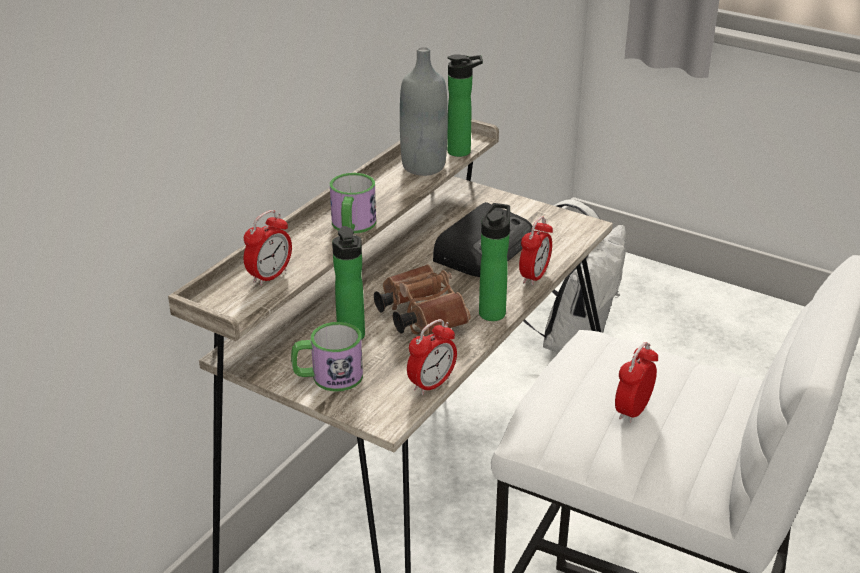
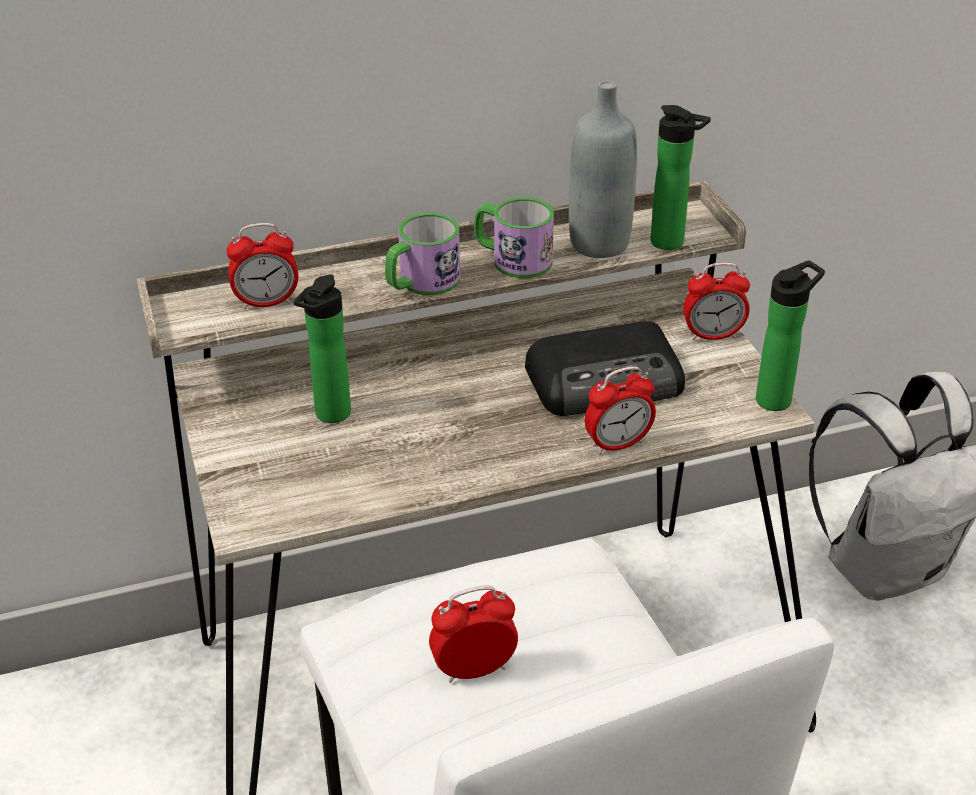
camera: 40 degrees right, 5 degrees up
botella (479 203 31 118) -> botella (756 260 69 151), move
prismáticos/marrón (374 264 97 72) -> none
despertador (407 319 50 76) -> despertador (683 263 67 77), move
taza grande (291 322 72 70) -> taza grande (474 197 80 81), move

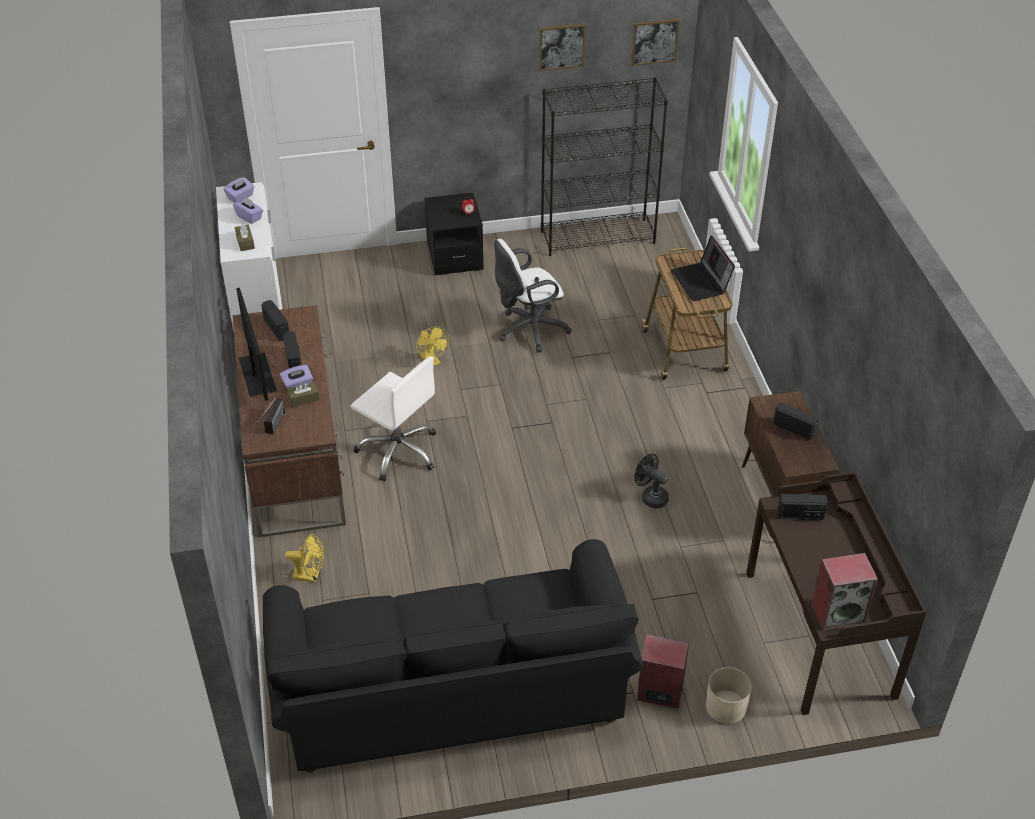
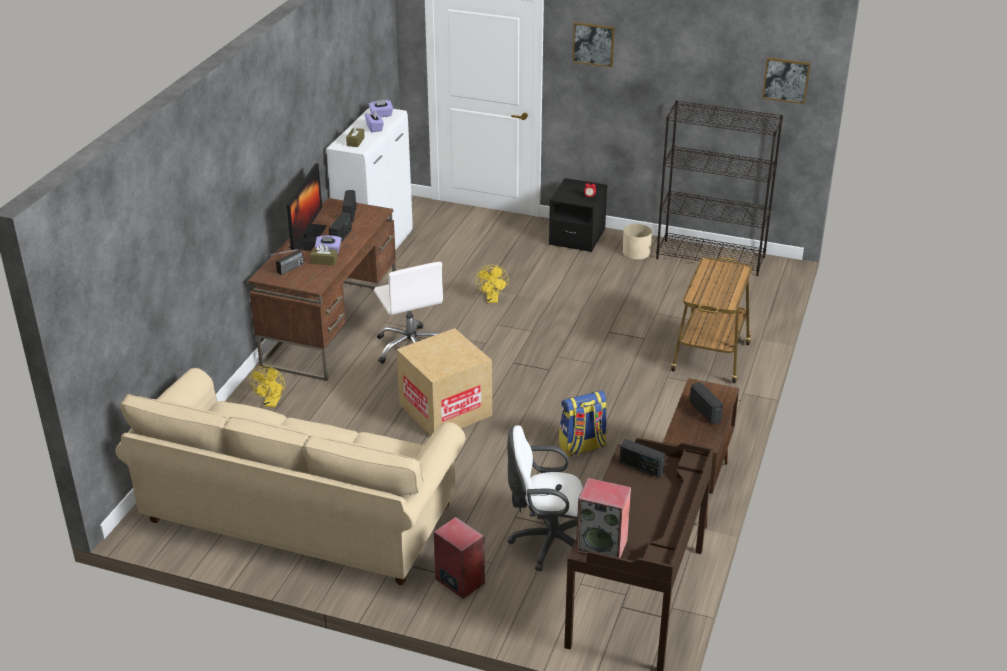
camera: 30 degrees right, 10 degrees down
cuadro (539 24 47 47) -> cuadro (572 22 43 45), move
portátil (671 236 64 65) -> none
silla de oficina/blanco (494 239 78 114) -> silla de oficina/blanco (507 425 76 146), move
ventilador/negro (634 454 35 54) -> mochila (559 391 48 66)
ventilador/amarillo (285 534 39 48) -> ventilador/amarillo (249 366 36 42), 60 degrees clockwise
sofá/negro (263 539 380 234) -> sofá/beis (115 368 351 217)
maceta/beis (706 667 46 57) -> maceta/beis (623 224 29 36), move
none -> caja de cartón (397 328 95 107)

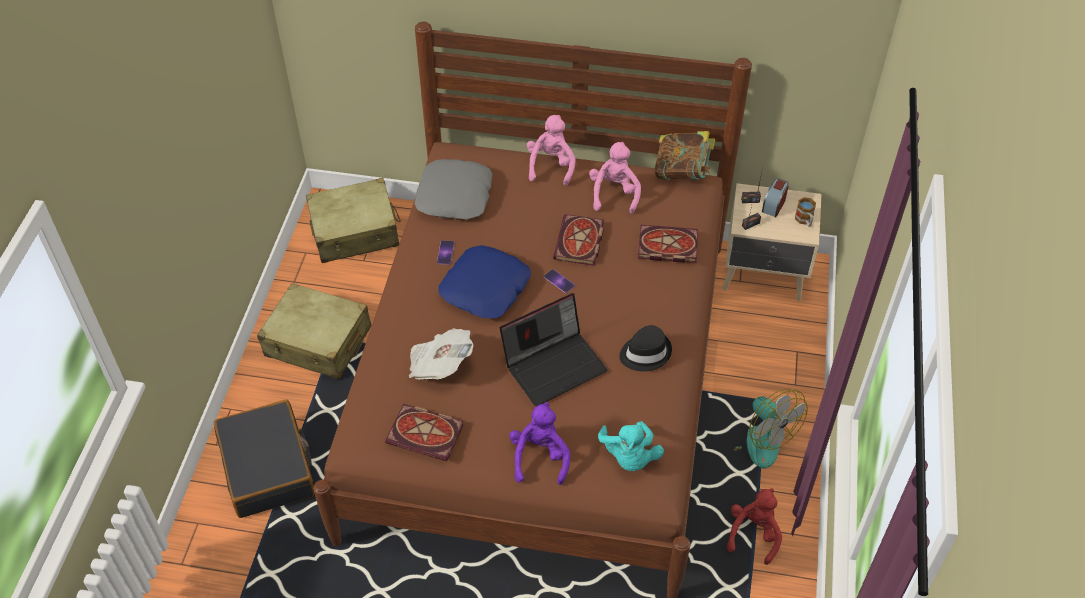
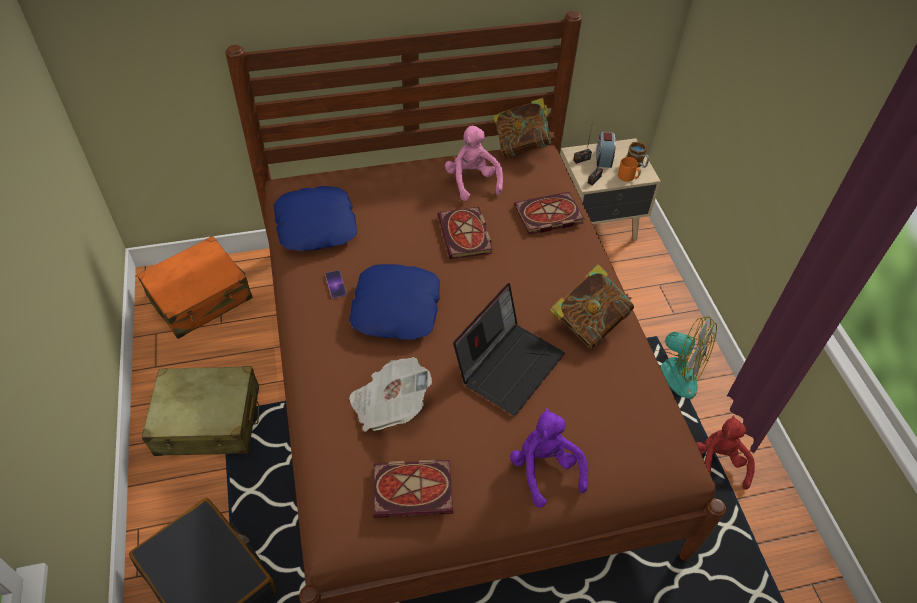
camera: 25 degrees left, 0 degrees up
peluche/rosa (527 115 49 71) -> none
cojín/gris (414 159 78 60) -> cojín/azul (273 186 84 65)
maleta/beis (306 178 95 85) -> maleta/naranja (137 236 116 103)
móvil (544 269 31 24) -> none
sombrero/negro (619 325 53 47) -> libro (549 264 85 85)
peluche/turquesa (598 421 66 50) -> none
none -> taza grande/naranja (618 157 23 25)

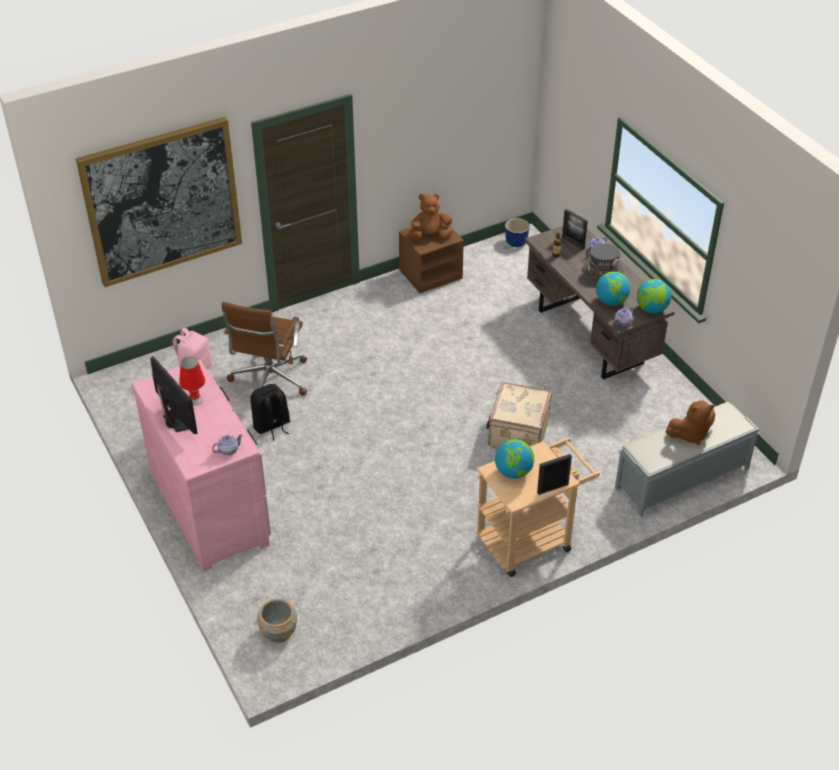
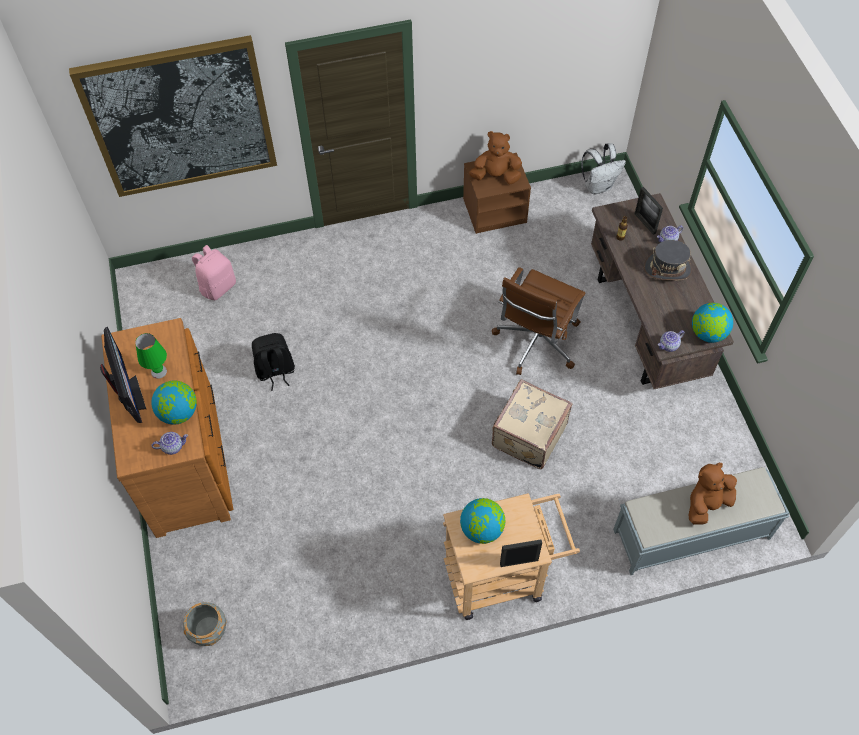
camera: 15 degrees right, 15 degrees up
maceta (505 218 25 29) -> mochila/blanco (582 143 44 51)
globo terráqueo (596 272 34 34) -> globo terráqueo (151 381 46 44), move
silla de oficina/marrón (222 302 85 94) -> silla de oficina/marrón (492 267 93 108), move
lámpara de mesa/rojo (179 357 26 48) -> lámpara de mesa/verde (135 333 32 46)
cómoda/rosa (132 360 139 212) -> cómoda/marrón (101 318 132 220)
peluche/marrón (666 400 49 45) -> peluche/marrón (688 463 49 62), 150 degrees clockwise

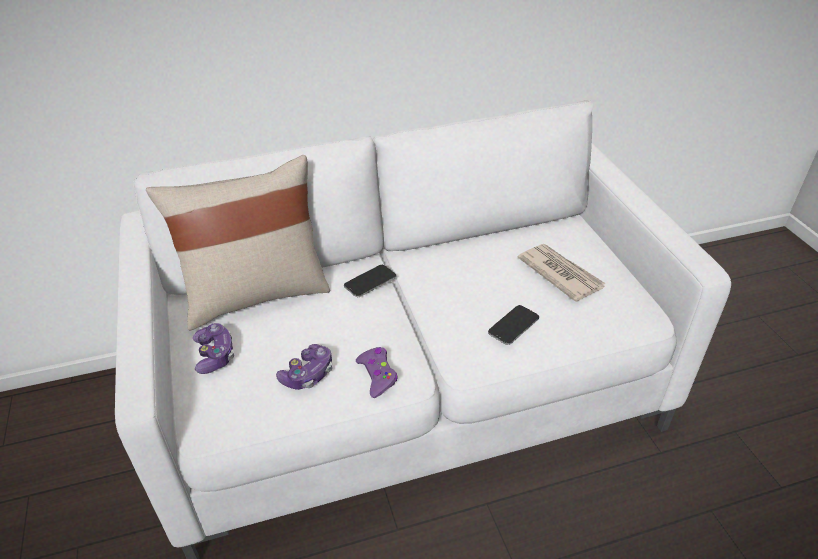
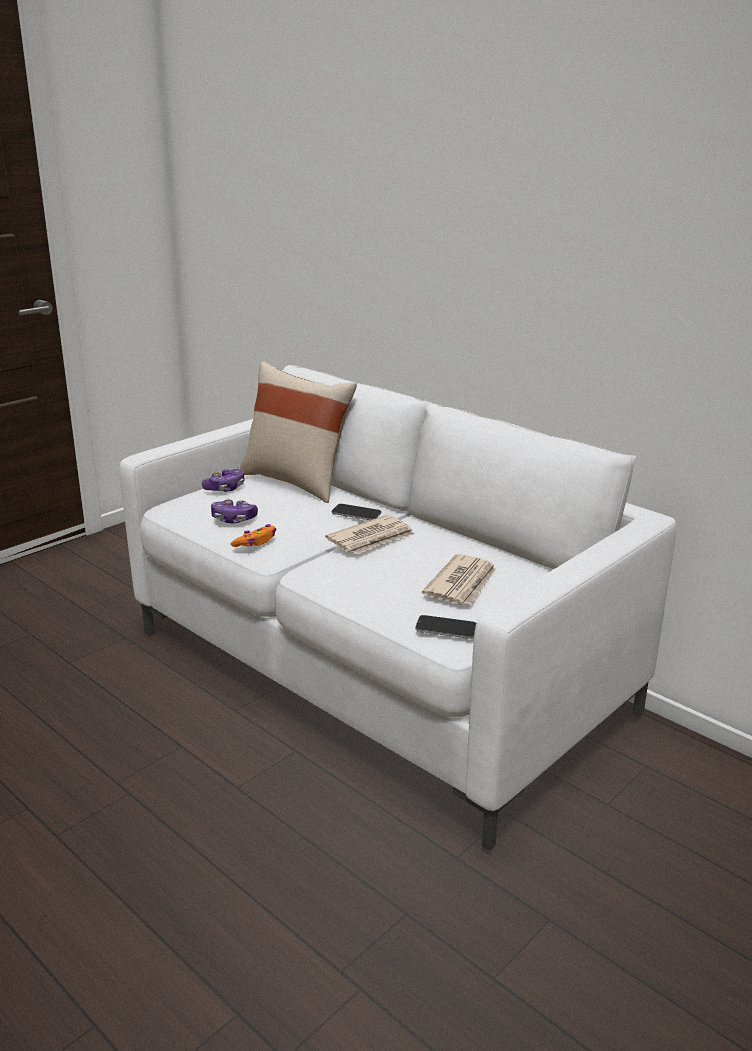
camera: 60 degrees right, 15 degrees down
móvil (488 305 51 40) -> móvil (415 615 61 24), move
mando de consola/morado (356 347 42 51) -> mando de consola/naranja (230 524 46 23)
none -> periódico (325 515 90 39)

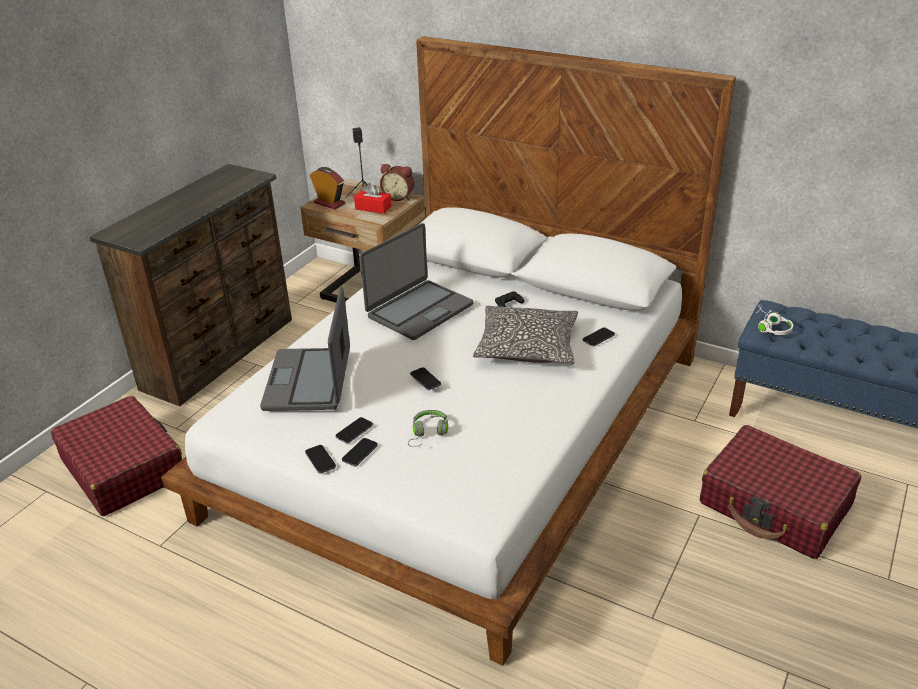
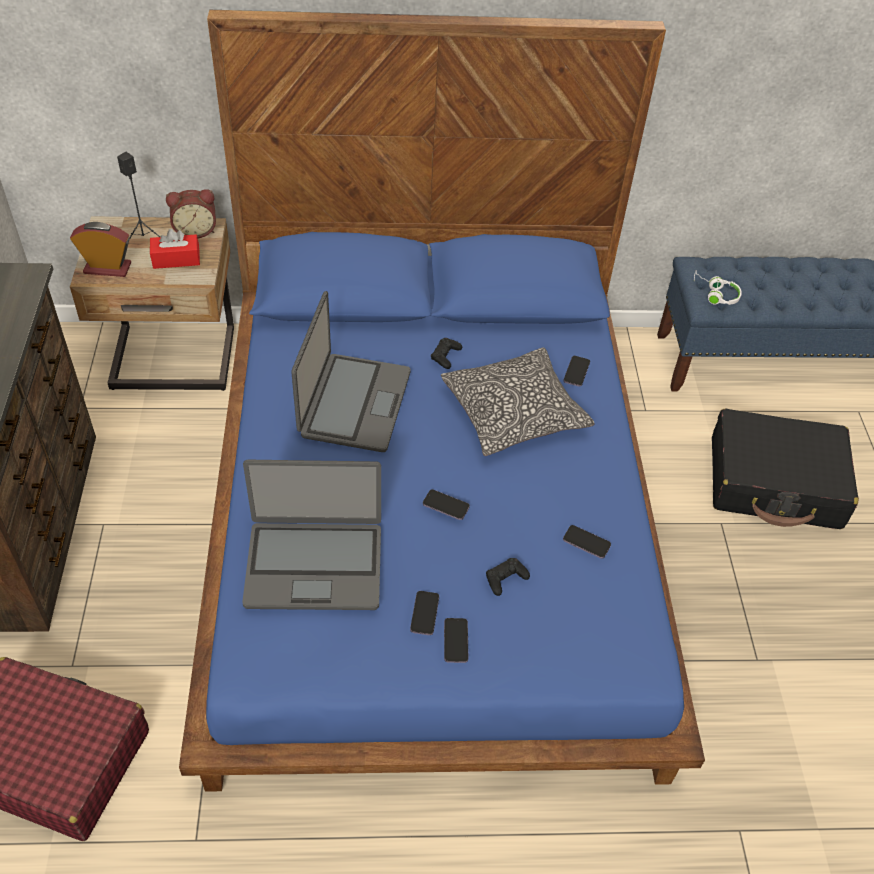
camera: 35 degrees left, 15 degrees up
cama/blanco (161 36 575 630) -> cama/azul (179 10 526 782)
portátil (260 287 90 124) -> portátil (242 460 139 150), 60 degrees counterclockwise
auriculares/gris (408 410 40 37) -> mando de consola/negro (486 558 44 38)
maleta/rojo (700 425 161 134) -> maleta/negro (712 408 147 121)
móvil (305 445 31 29) -> móvil (563 525 48 34), move

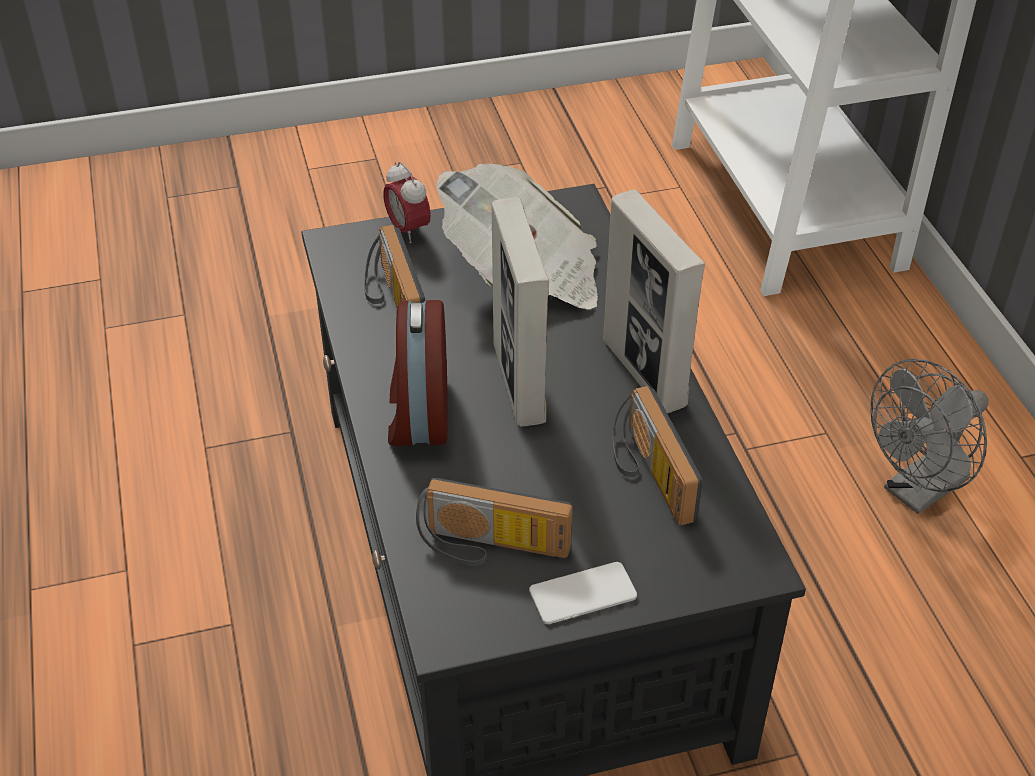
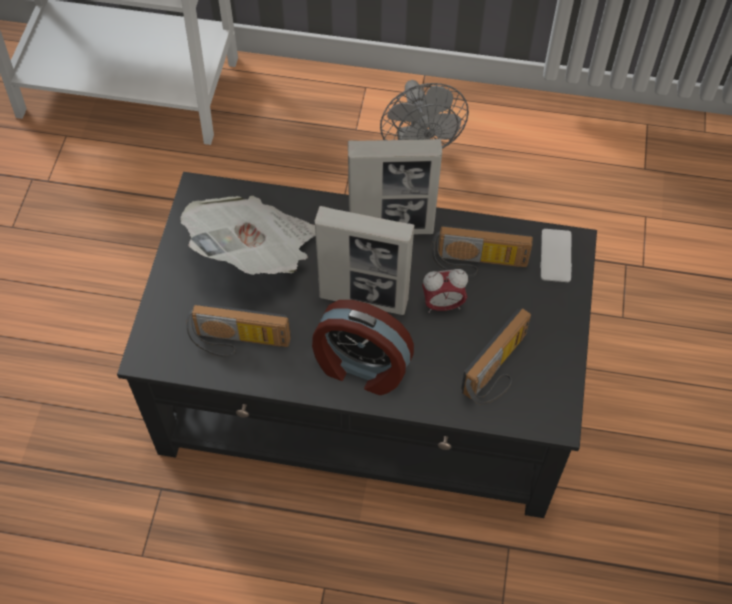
camera: 65 degrees left, 15 degrees up
despertador (383 162 48 82) -> despertador (422 269 46 44), move
móvil (529 562 108 62) -> móvil (540 229 32 53), move

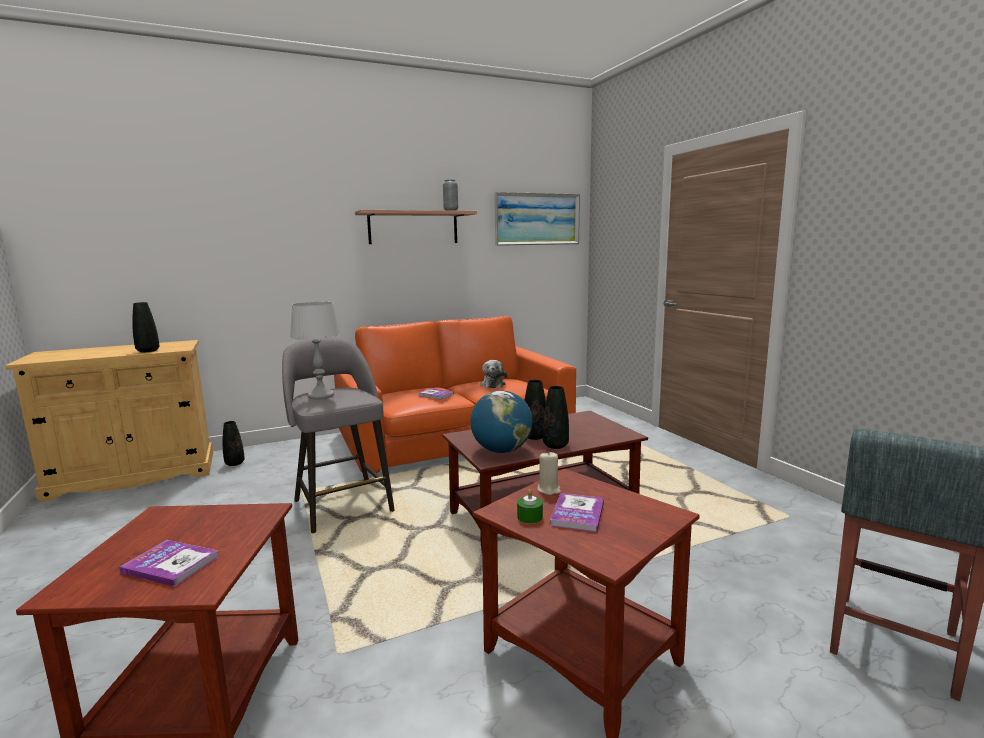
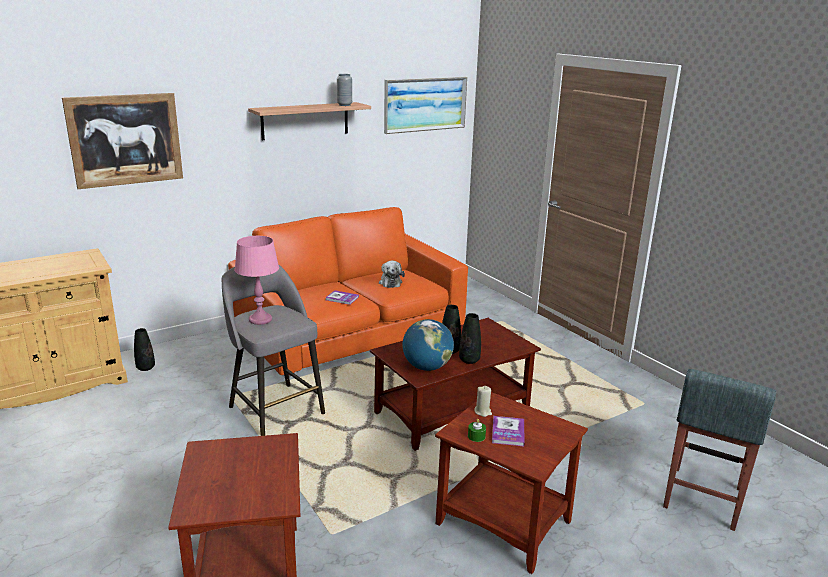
camera: 10 degrees left, 10 degrees up
florero/negro (132 302 27 51) -> none
lámpara de mesa/gris (290 302 51 98) -> lámpara de mesa/rosa (235 236 44 89)
libro (119 540 99 47) -> none
none -> cuadro (62 93 121 96)

